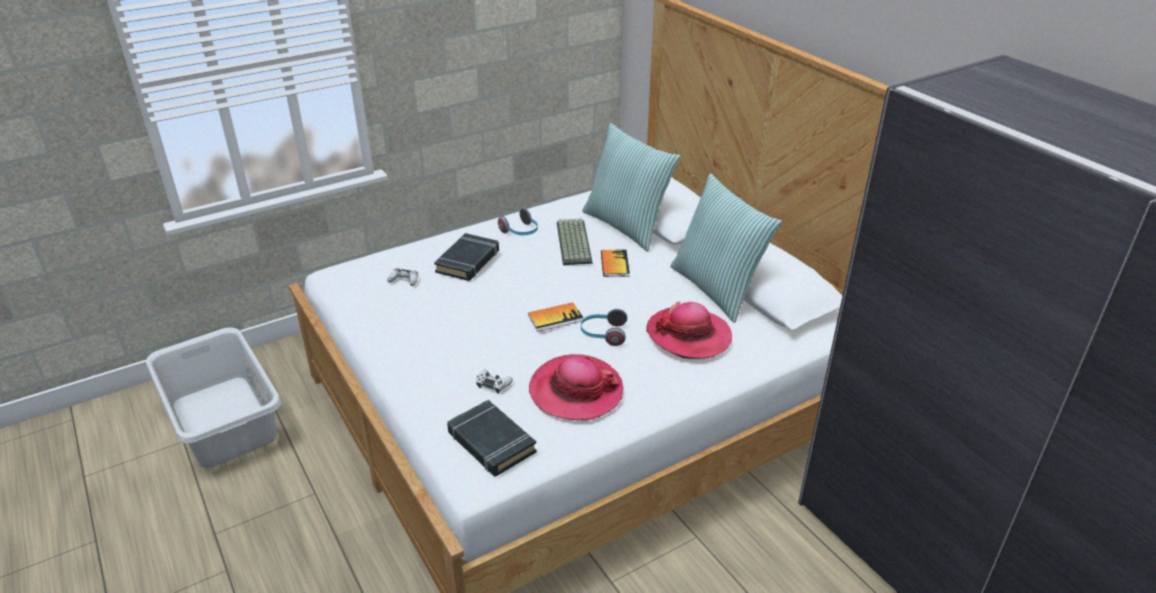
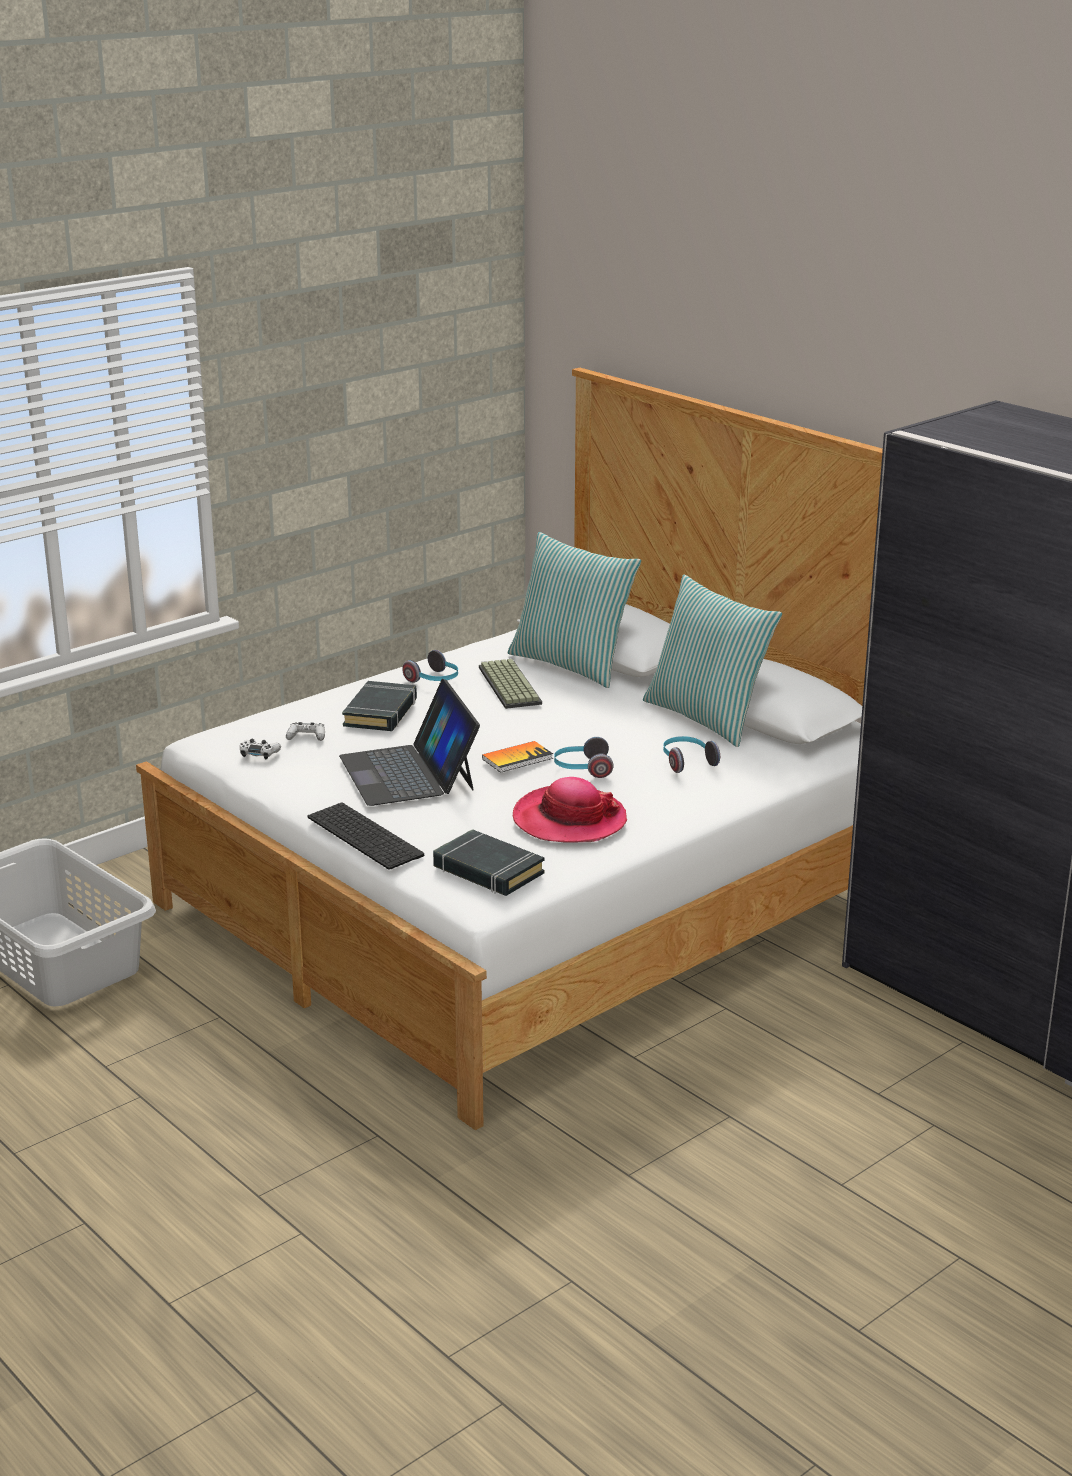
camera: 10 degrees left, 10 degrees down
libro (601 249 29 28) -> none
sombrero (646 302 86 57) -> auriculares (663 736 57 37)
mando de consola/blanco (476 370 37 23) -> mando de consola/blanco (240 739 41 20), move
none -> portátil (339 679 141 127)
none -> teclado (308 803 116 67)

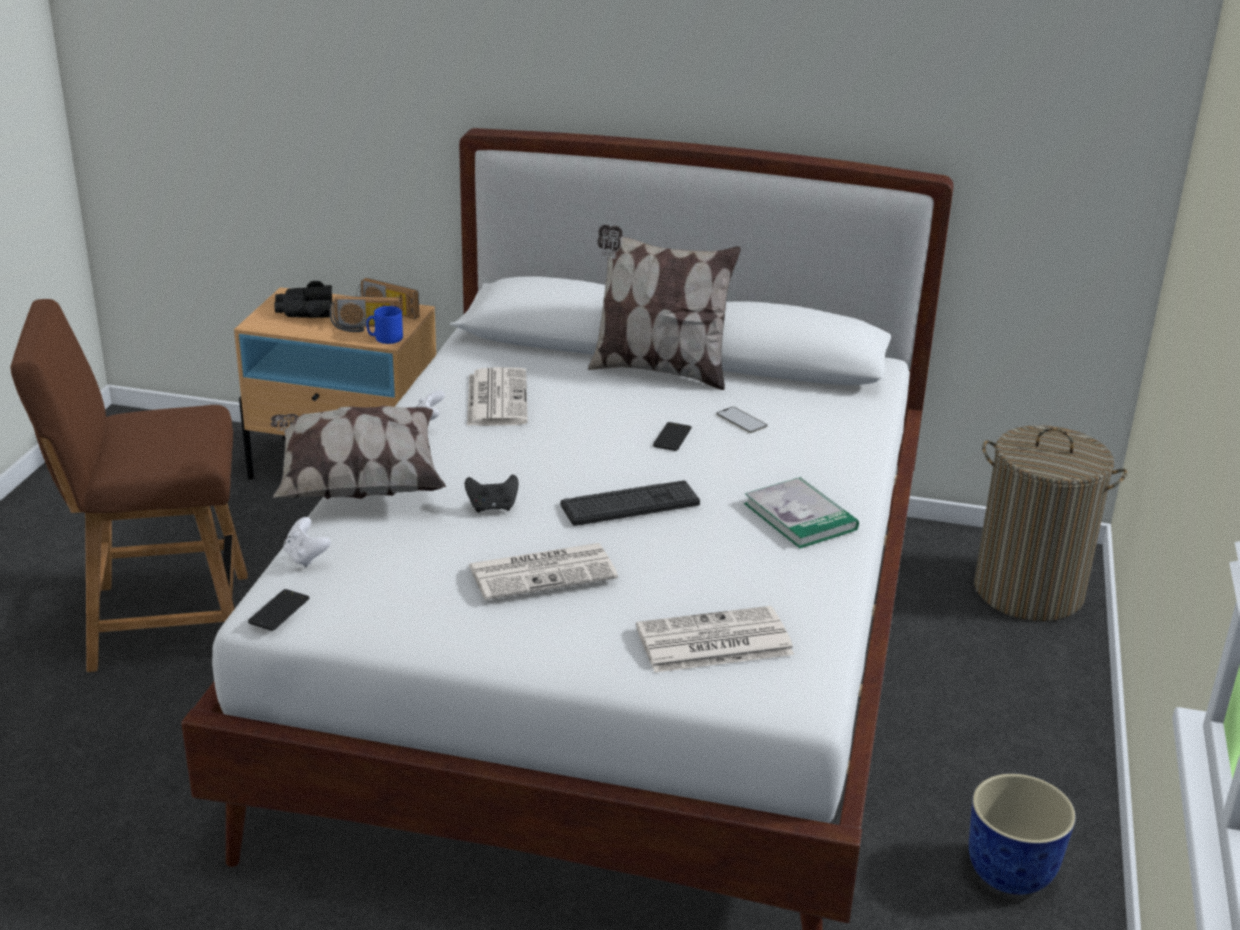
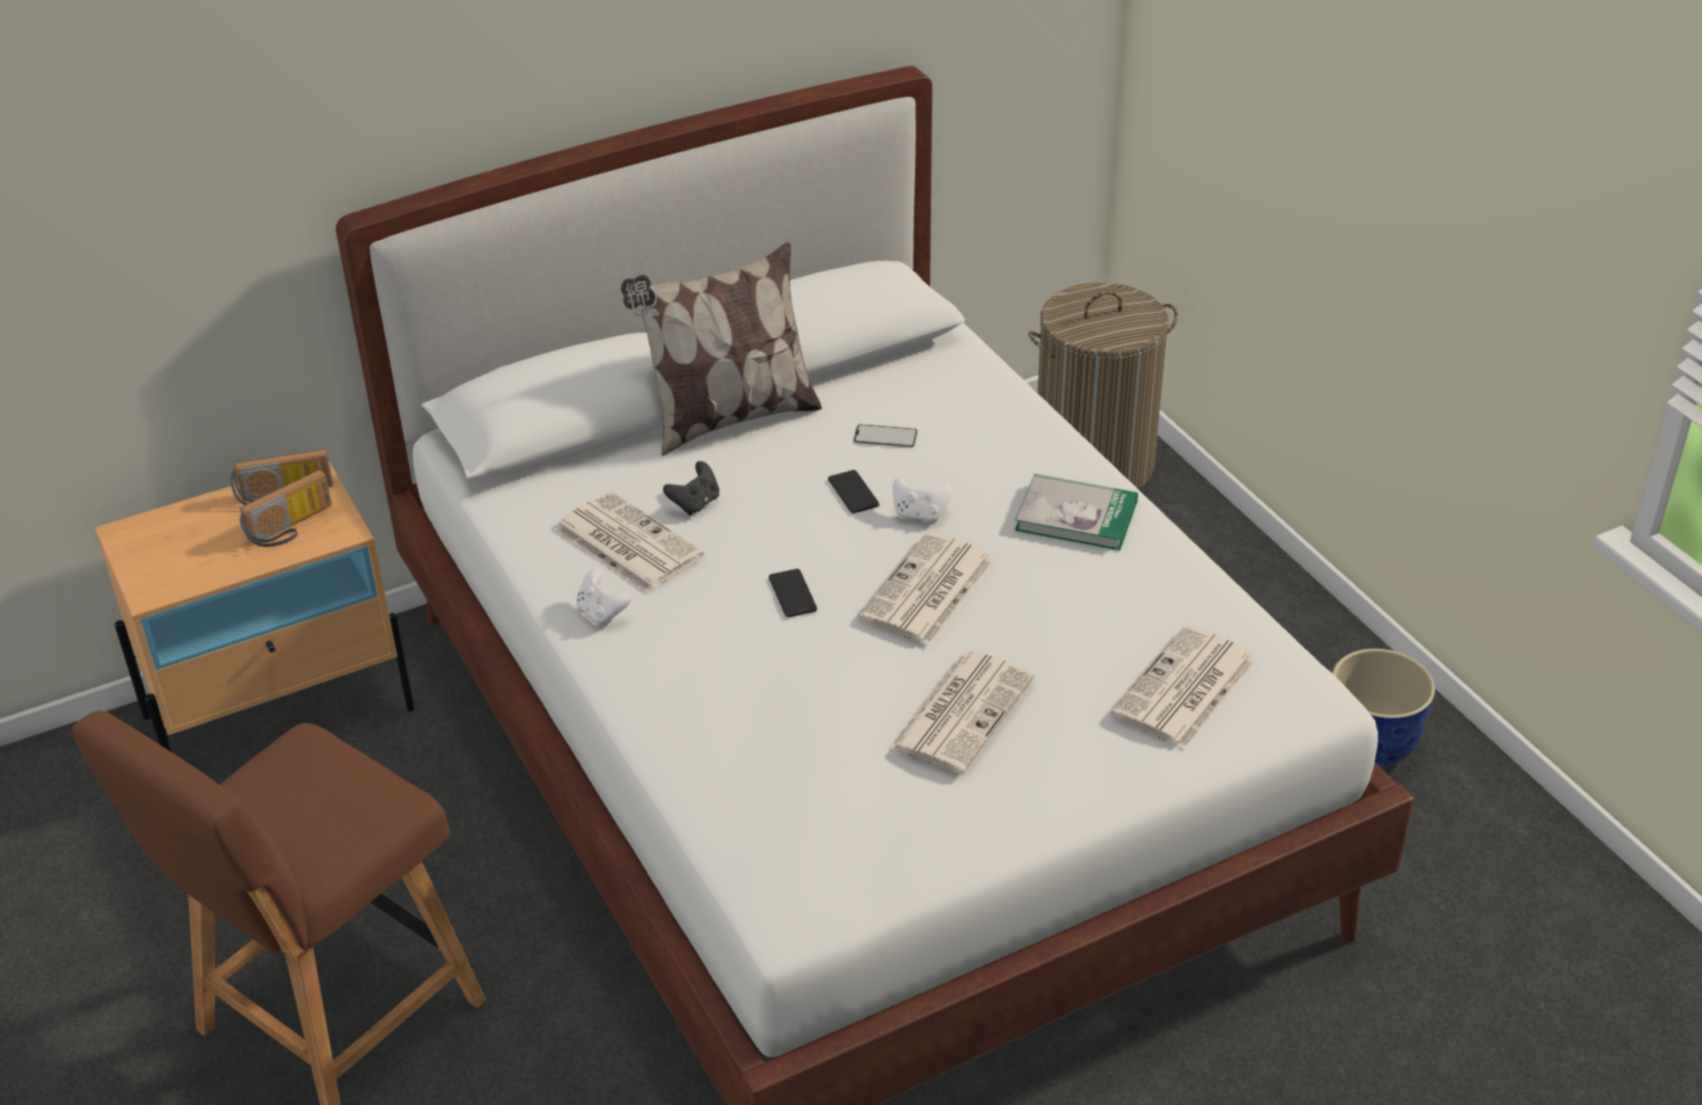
camera: 40 degrees left, 10 degrees up
prismáticos/negro (274 281 58 37) -> none
taza grande/azul (367 306 36 38) -> none
cojín (271 406 175 93) -> none
mando de consola/negro (465 474 54 39) -> mando de consola/negro (663 461 56 54), move
teclado (561 481 139 45) -> periódico (858 532 136 113)
mando de consola/blanco (284 517 47 50) -> mando de consola/blanco (893 477 59 45), move
móvil (248 589 62 42) -> móvil (769 569 48 48), move

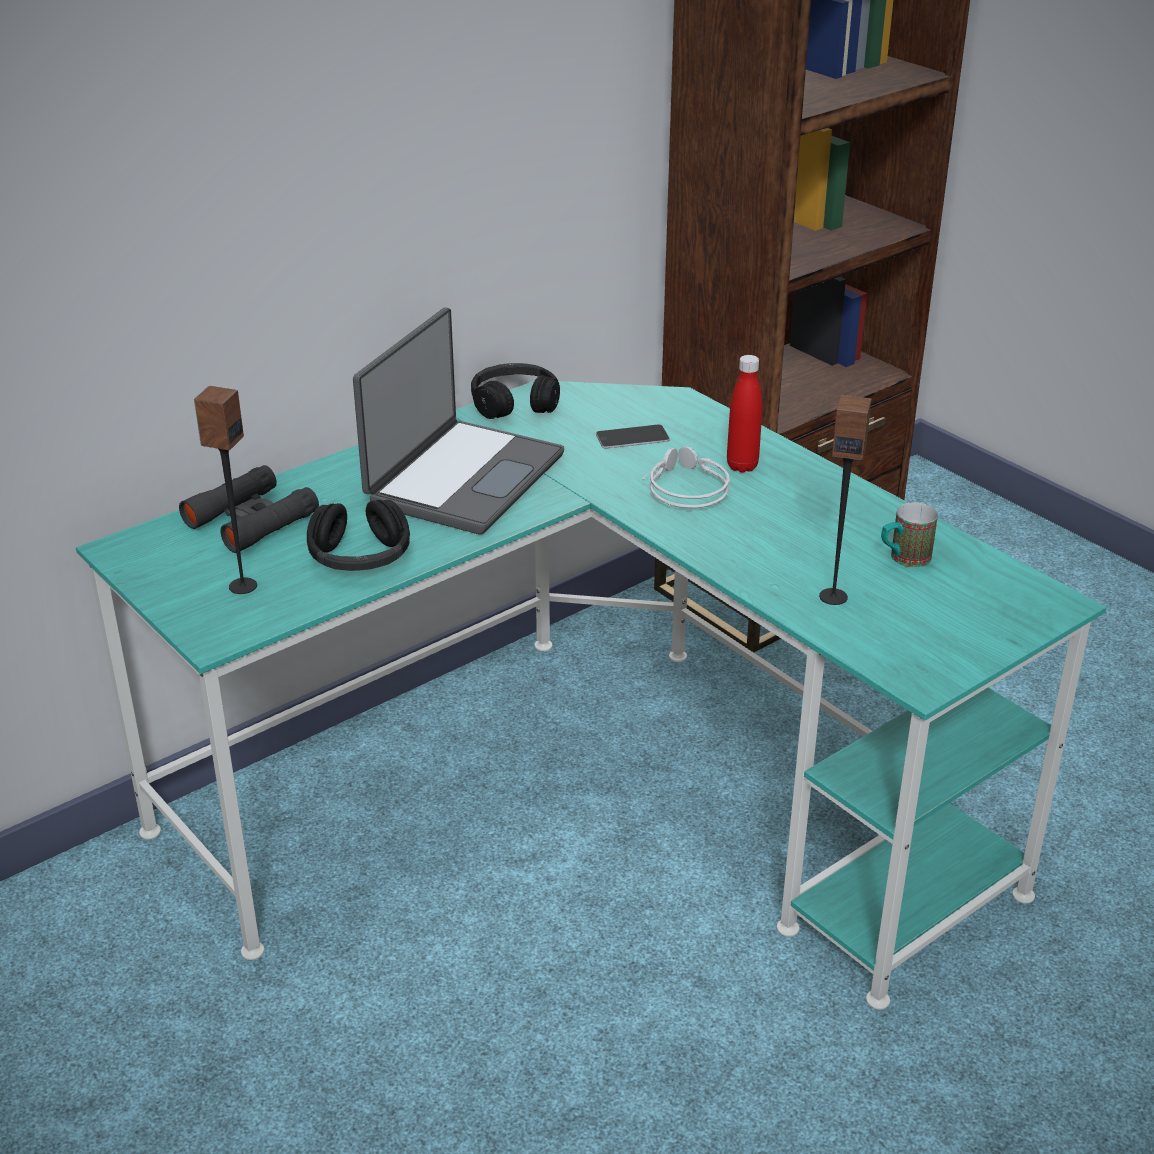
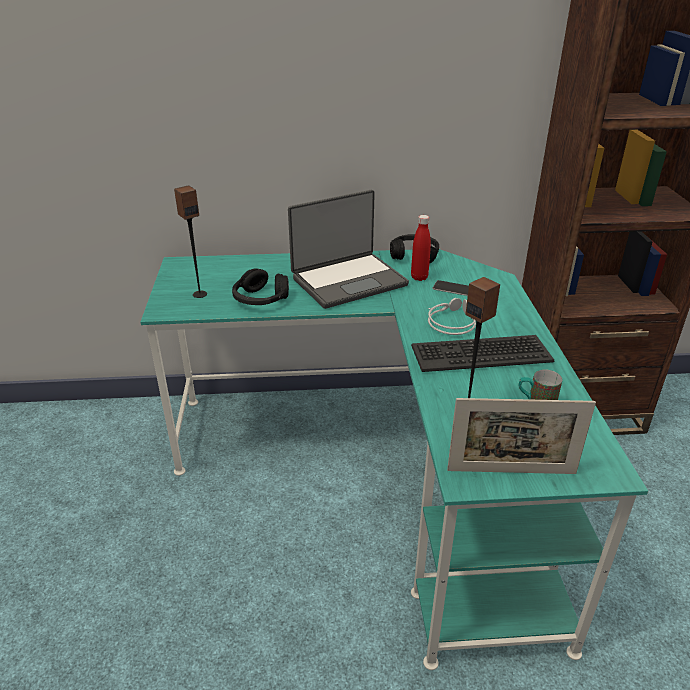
camera: 35 degrees right, 0 degrees up
botella/rojo (727 355 35 118) -> botella/rojo (411 215 20 66), move
prismáticos/negro (179 465 140 88) -> none
none -> teclado (411 335 144 37)
none -> portarretratos (447 398 149 76)

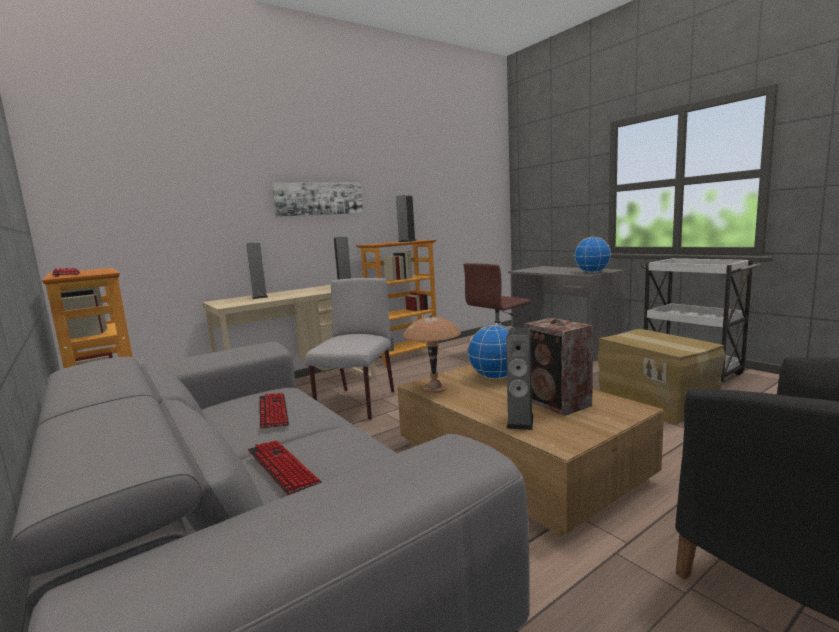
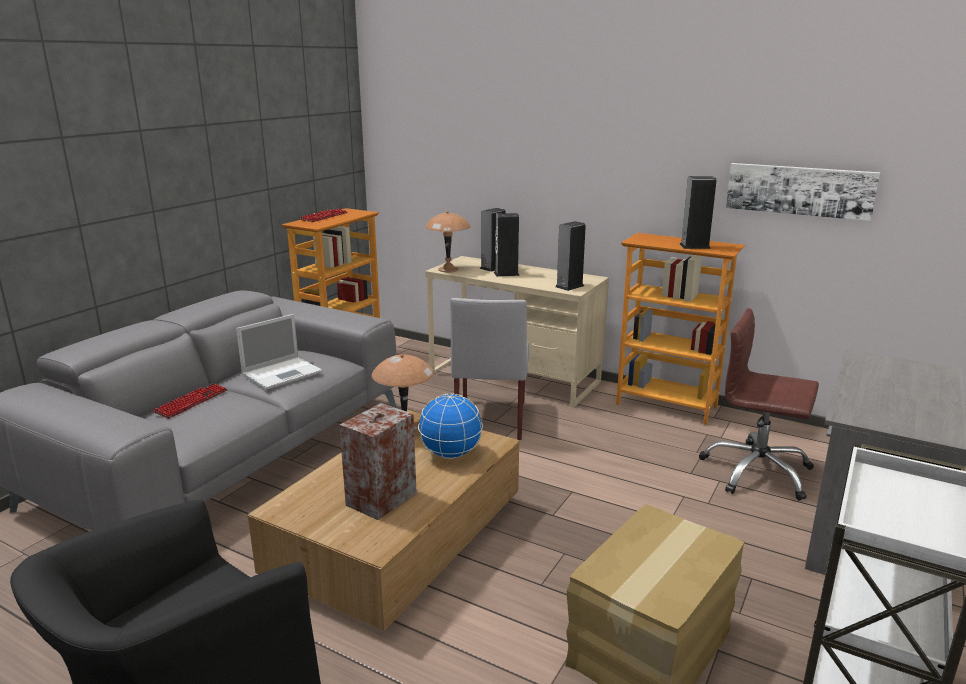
camera: 65 degrees right, 10 degrees up
cuadro (272 183 91 34) -> cuadro (726 163 154 58), move
globo terráqueo (574 237 38 36) -> none
silla/gris (305 278 89 142) -> silla/gris (450 298 80 143), 105 degrees clockwise
altavoz (506 328 28 102) -> altavoz (494 213 26 64), move
teclado (259 393 30 35) -> portátil (236 314 86 76)
none -> lámpara de mesa/marrón (425 211 46 61)

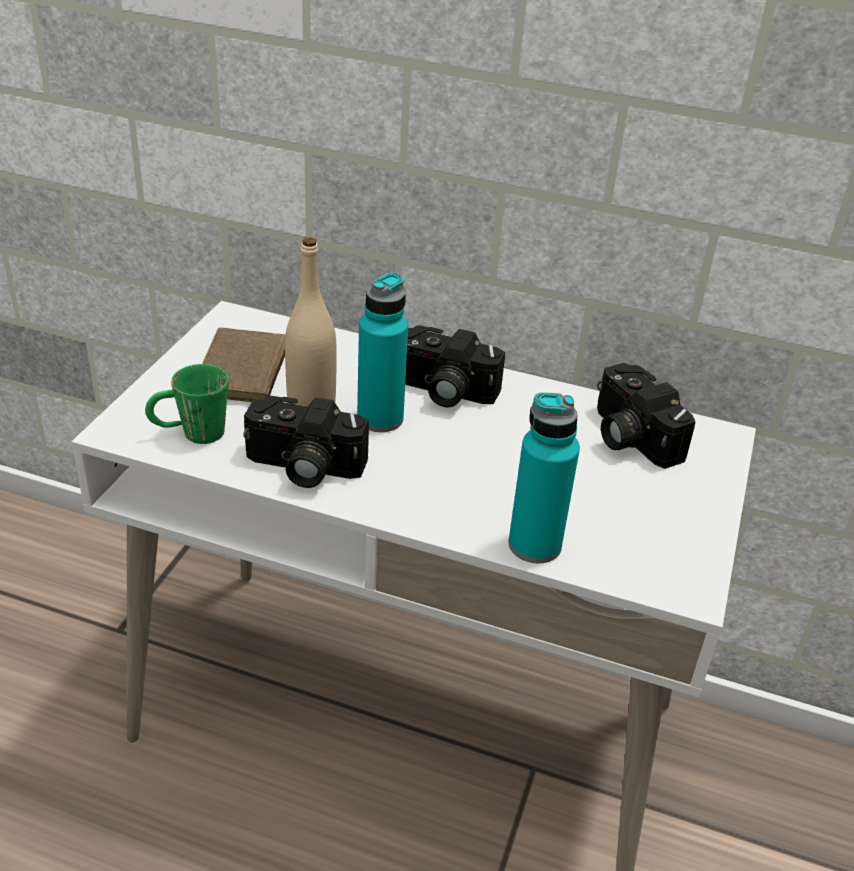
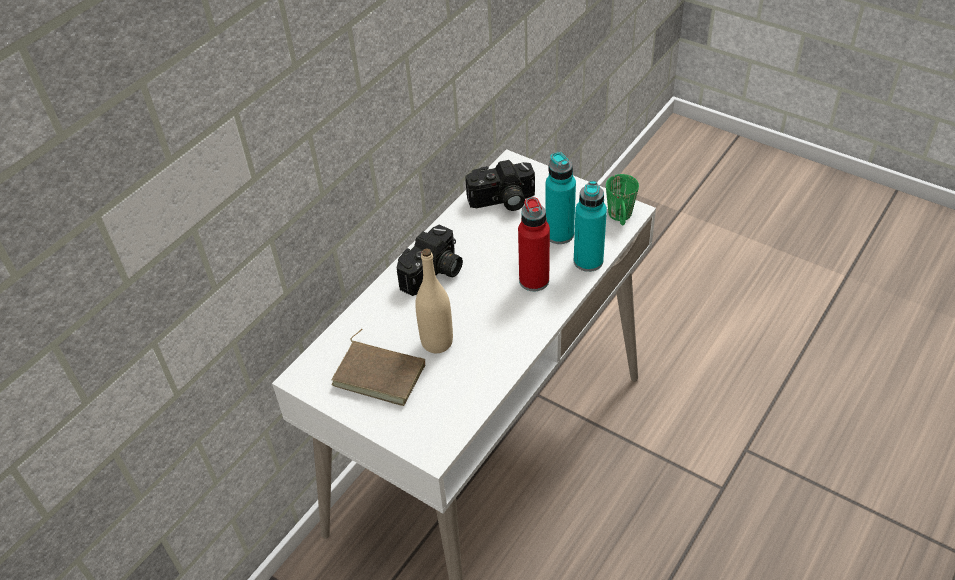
camera: 70 degrees left, 10 degrees up
botella/turquesa (357 273 51 159) -> botella/turquesa (545 152 31 92), move
taza grande/verde (145 364 83 80) -> taza grande/verde (606 174 33 51), move
cámara (244 396 125 92) -> none
none -> botella/rojo (518 197 32 94)

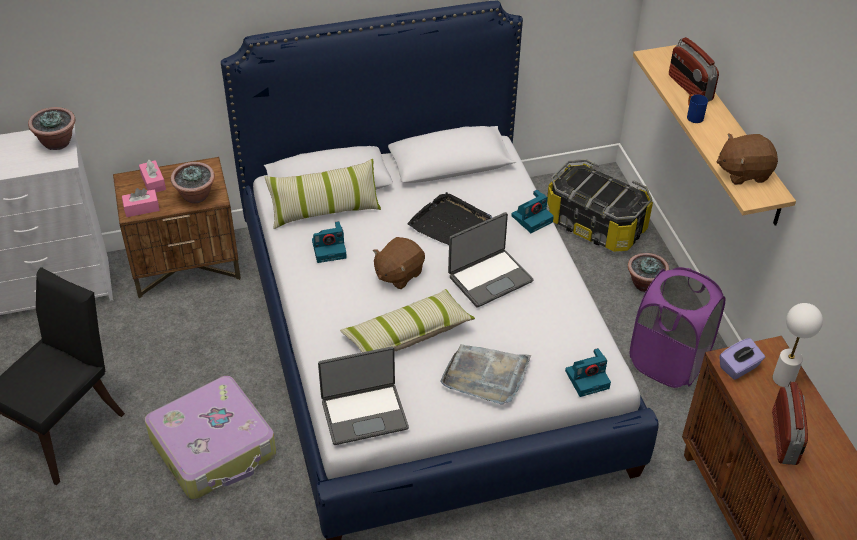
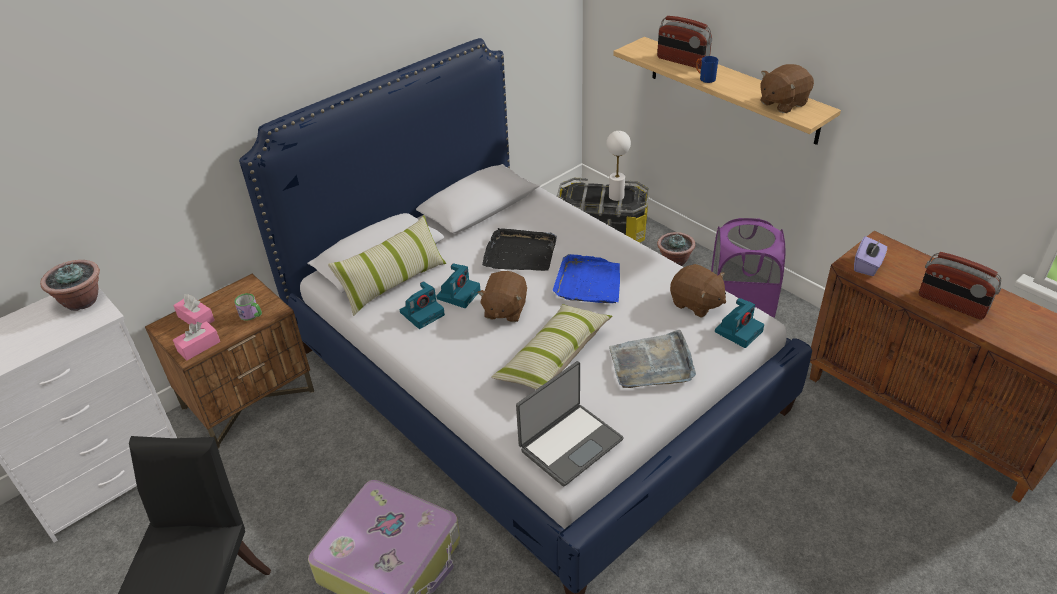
camera: 25 degrees left, 5 degrees down
planta en maceta (171 162 44 41) -> taza grande (234 293 28 28)
cámara (511 190 43 43) -> cámara (436 263 45 45), move
portátil (448 212 85 96) -> bandeja/azul (553 254 67 49)
lámpara de mesa/blanco (773 303 50 84) -> lámpara de mesa/blanco (606 131 25 70), move
radio (772 381 36 84) -> radio (919 252 83 68), 150 degrees clockwise
none -> peluche/marrón (670 264 56 54)

